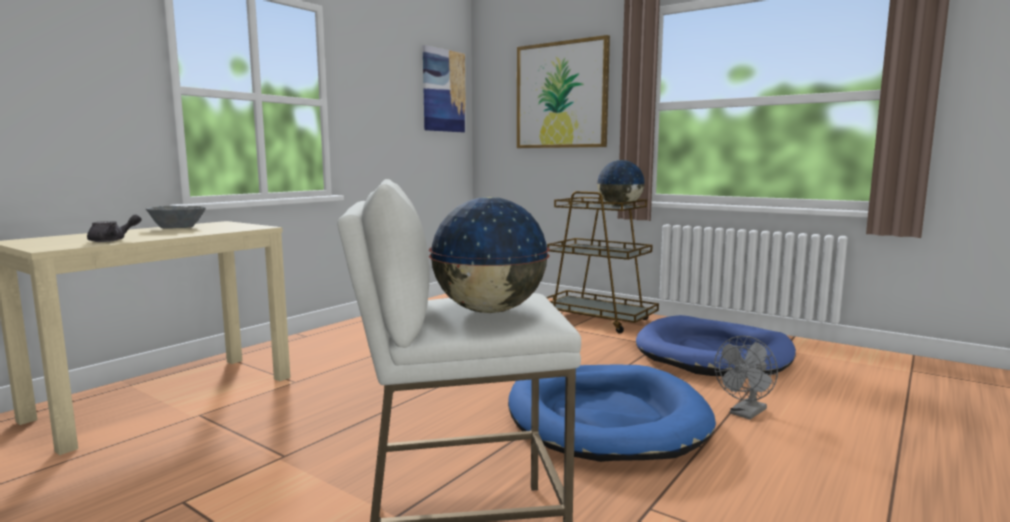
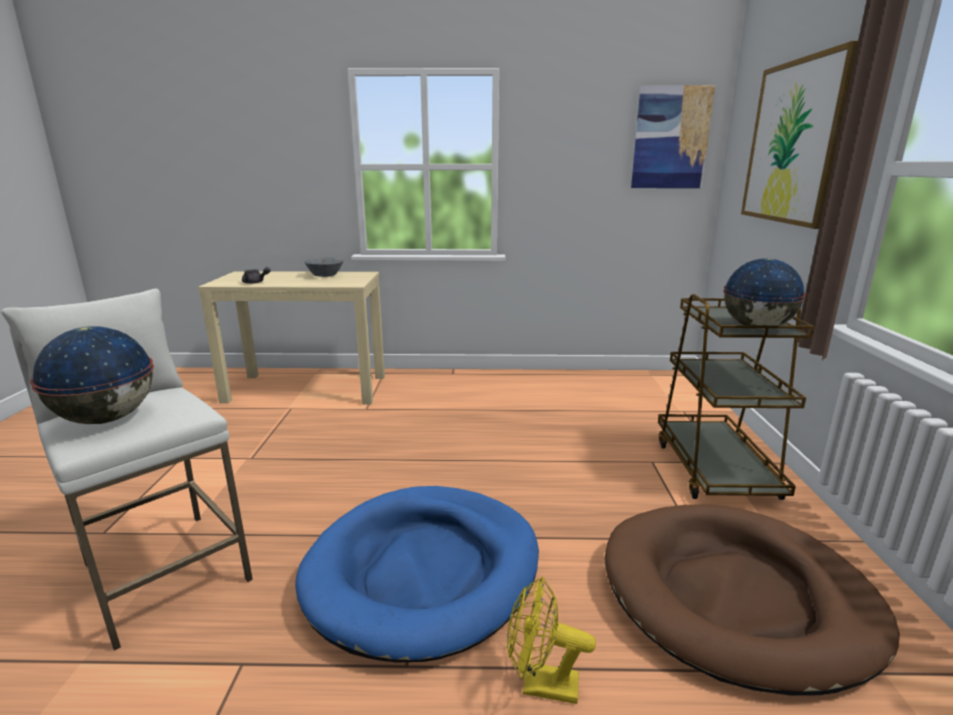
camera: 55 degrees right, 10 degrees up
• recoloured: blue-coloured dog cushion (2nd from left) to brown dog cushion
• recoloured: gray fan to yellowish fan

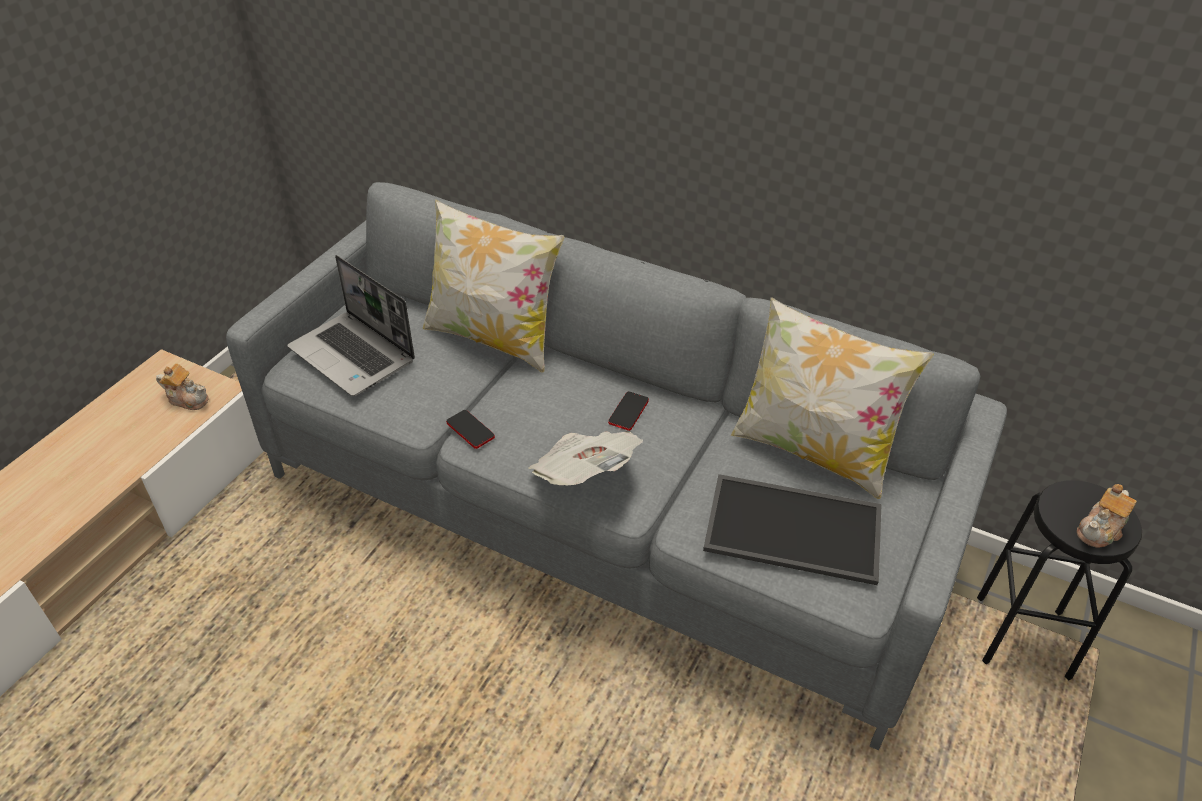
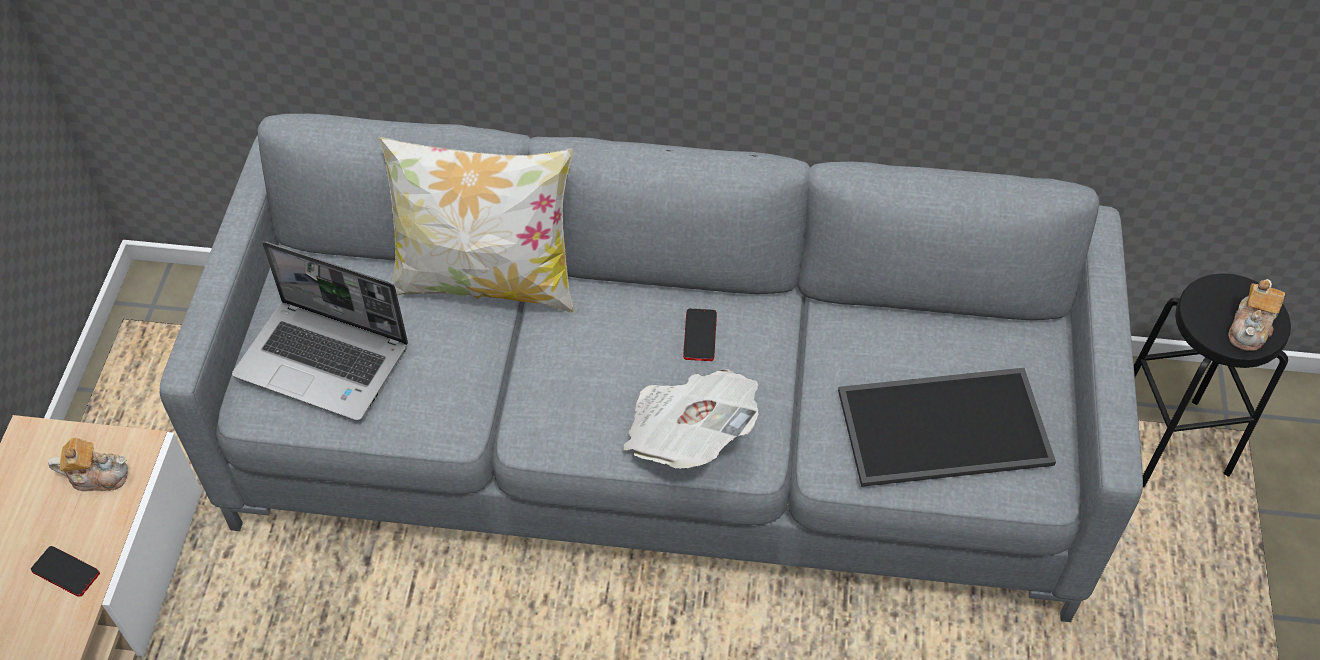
camera: 20 degrees left, 10 degrees up
• removed: cushion (2nd from left)
• moved: phone (1st from left)

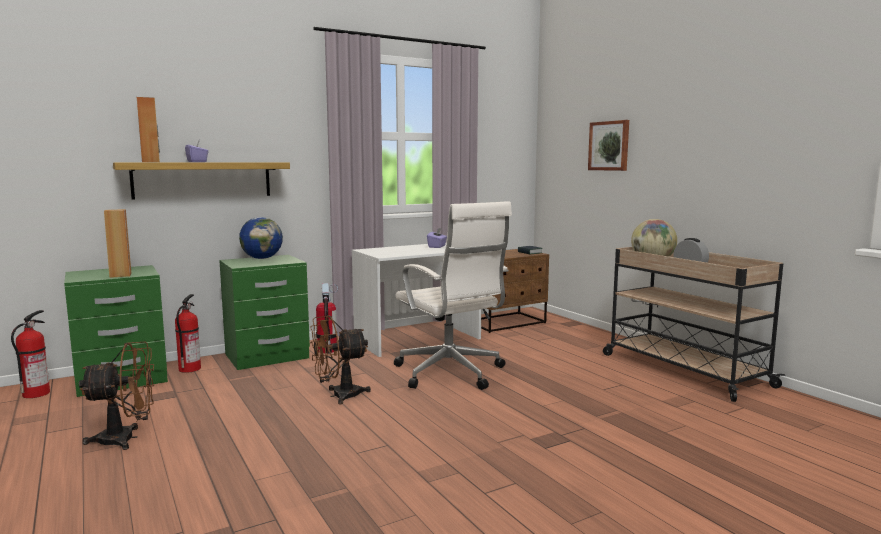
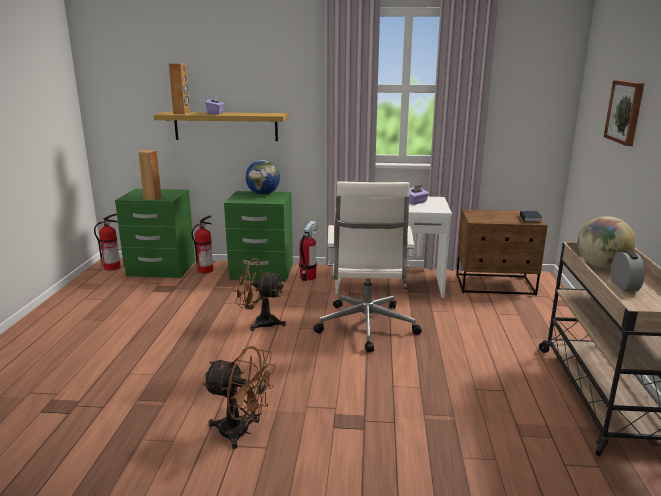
camera: 35 degrees right, 10 degrees up
• moved: brown fan (1st from left)

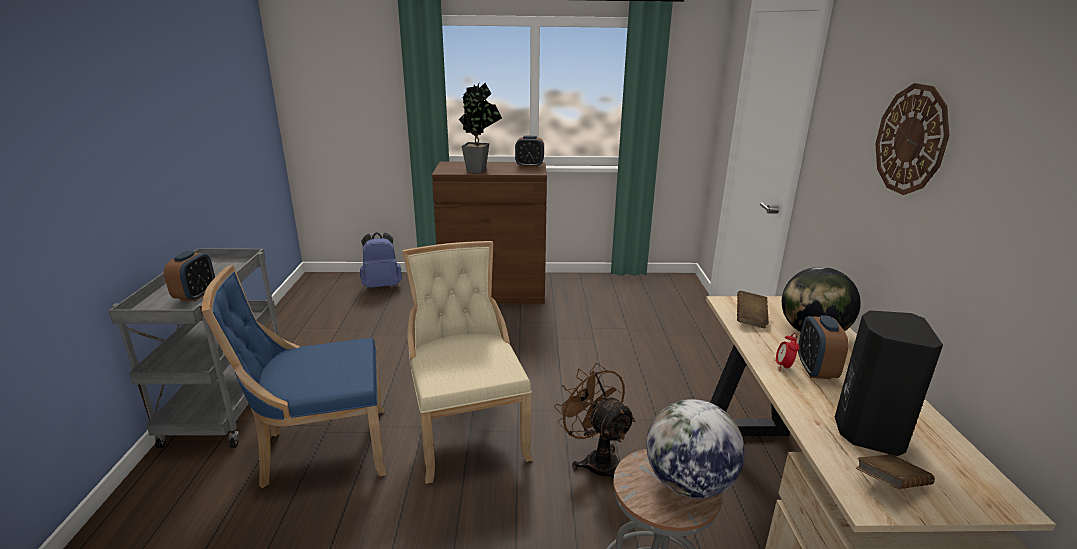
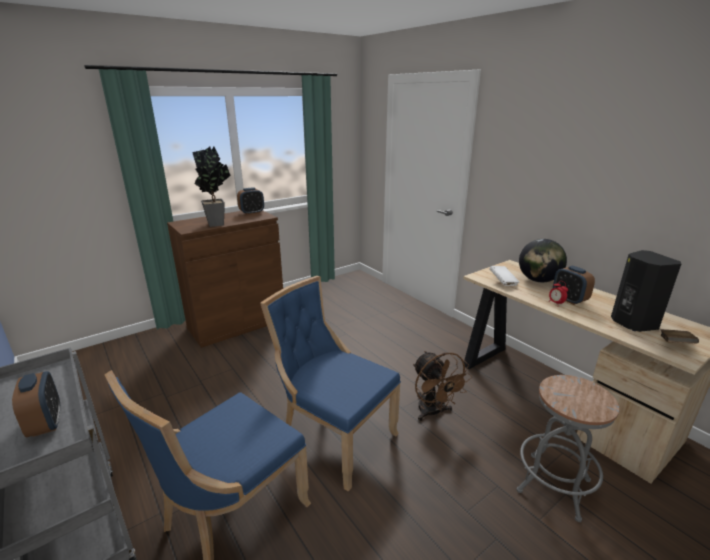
camera: 35 degrees left, 0 degrees up
• removed: blue-coloured backpack
• removed: world globe (1st from left)
• removed: wall clock
• recoloured: sand-coloured chair to blue-coloured chair (2nd from left)
• recoloured: brown book (1st from left) to white book
• turned: brown fan 135 degrees counterclockwise

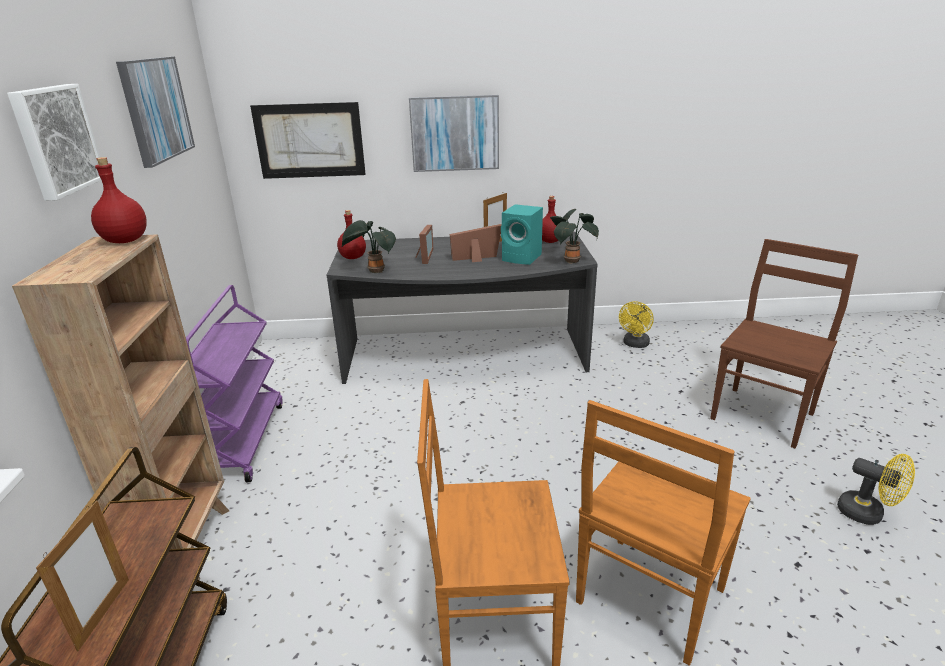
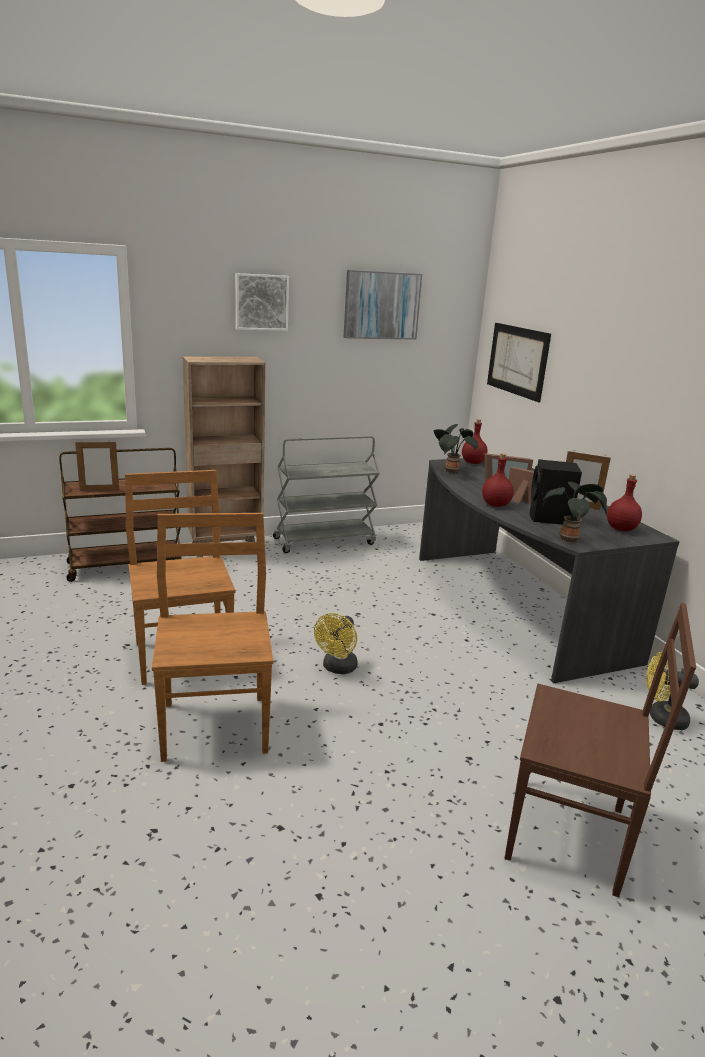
camera: 70 degrees right, 5 degrees down
• removed: wall picture (4th from left)
• moved: reddish beverage bottle (1st from left in the first image) to reddish beverage bottle (2nd from left)
• moved: yellowish fan (2nd from left in the first image) to yellowish fan (1st from left)
• recoloured: purple trolley to gray trolley
• recoloured: turquoise speaker to blackish speaker
• turned: brown chair (2nd from left) 60 degrees clockwise

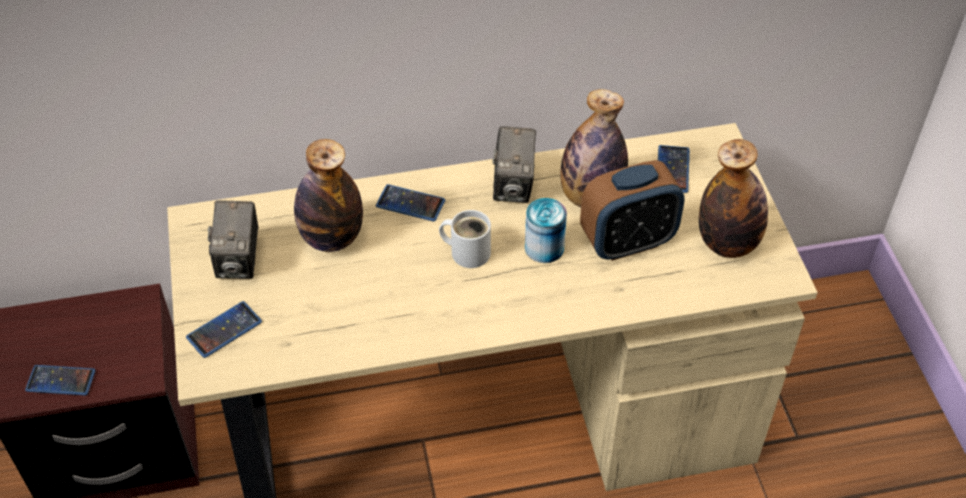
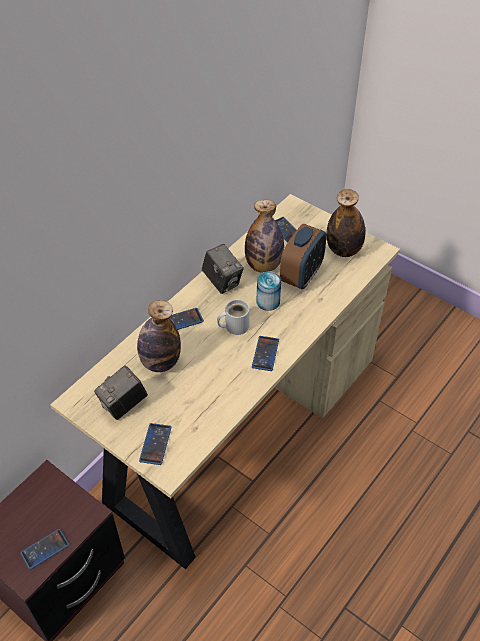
camera: 40 degrees left, 0 degrees up
• added: phone (4th from left)
• turned: still camera (1st from left) 90 degrees clockwise

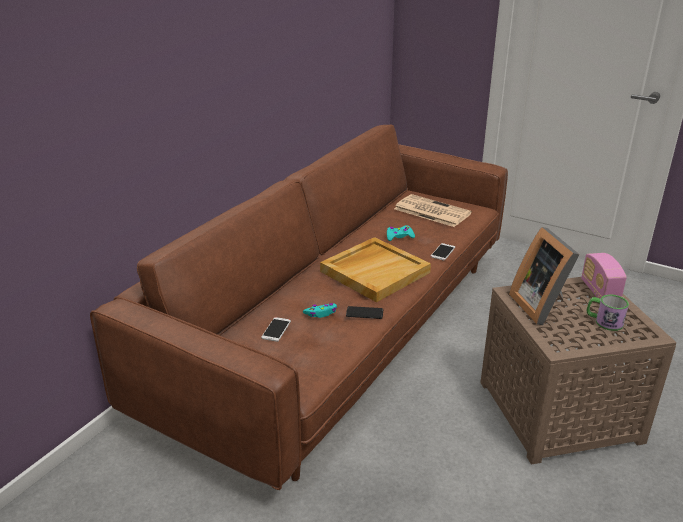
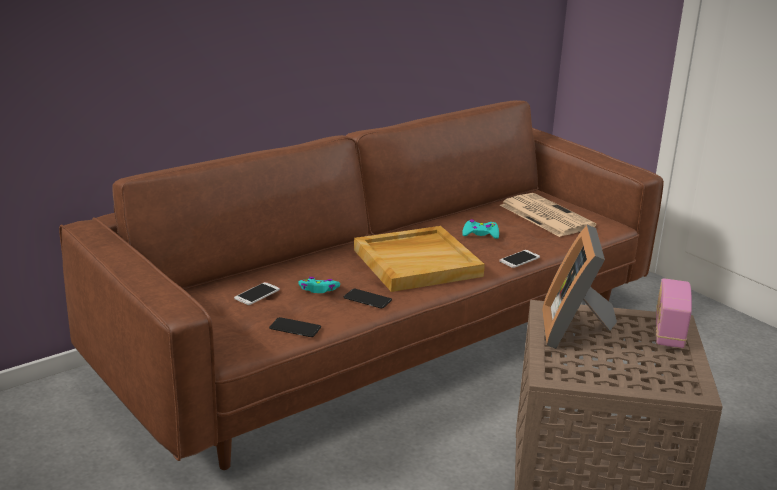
camera: 20 degrees right, 5 degrees down
• removed: tea mug
• added: phone (2nd from left)

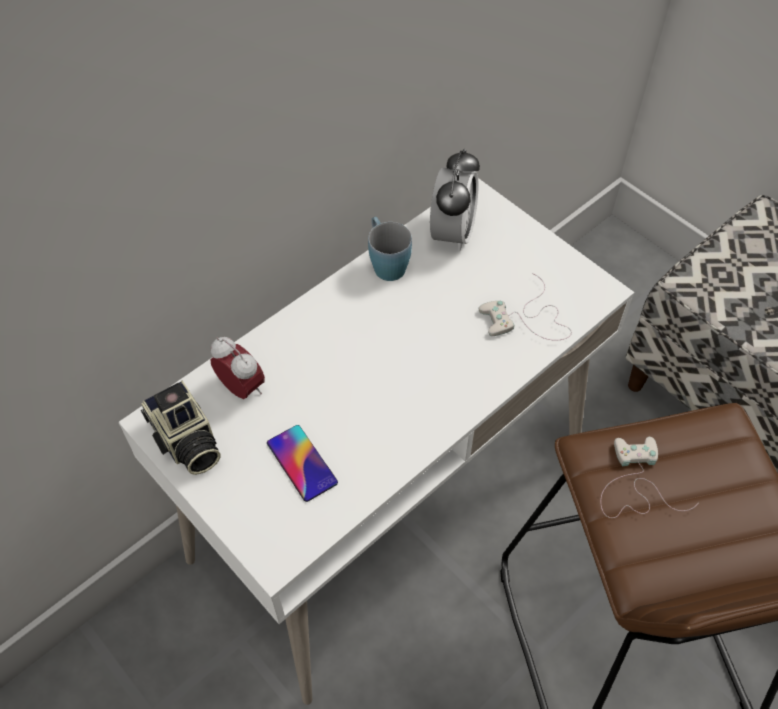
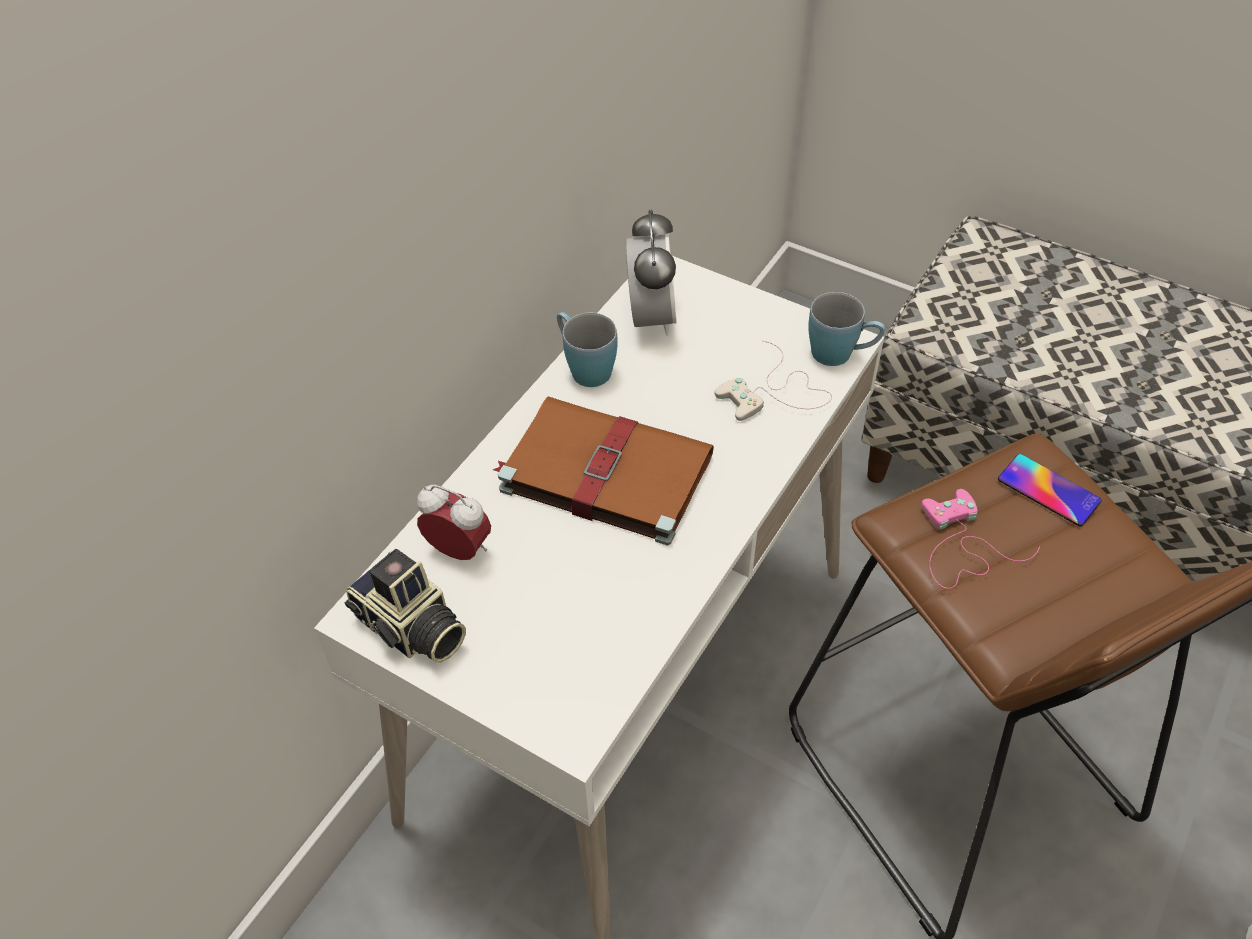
camera: 15 degrees left, 5 degrees down
• added: brown book
• added: blue-coloured tea mug (2nd from left)
• moved: phone
• recoloured: white gamepad (2nd from left) to pinkish gamepad

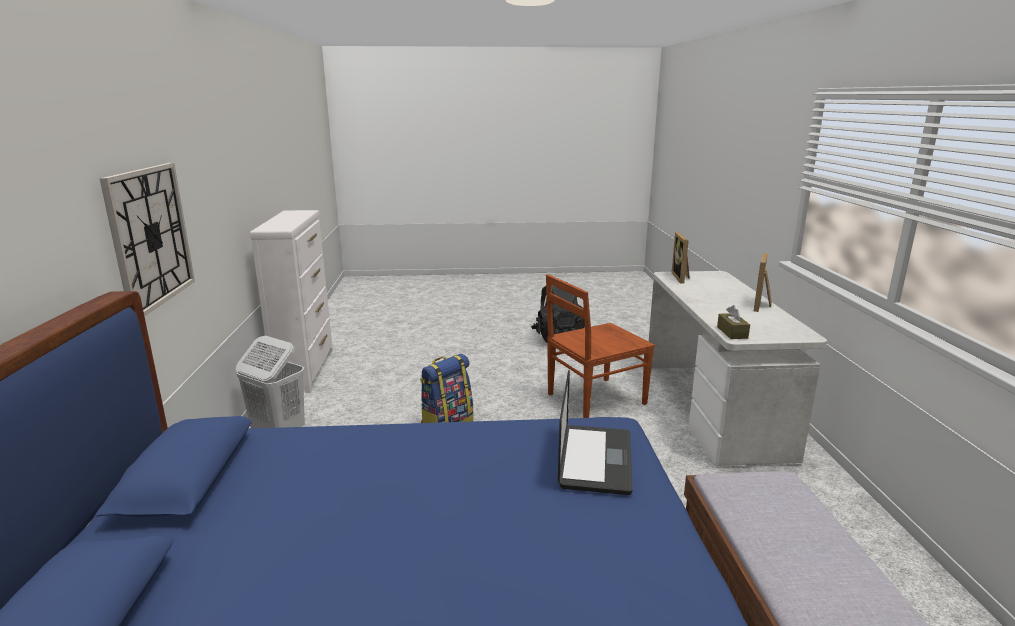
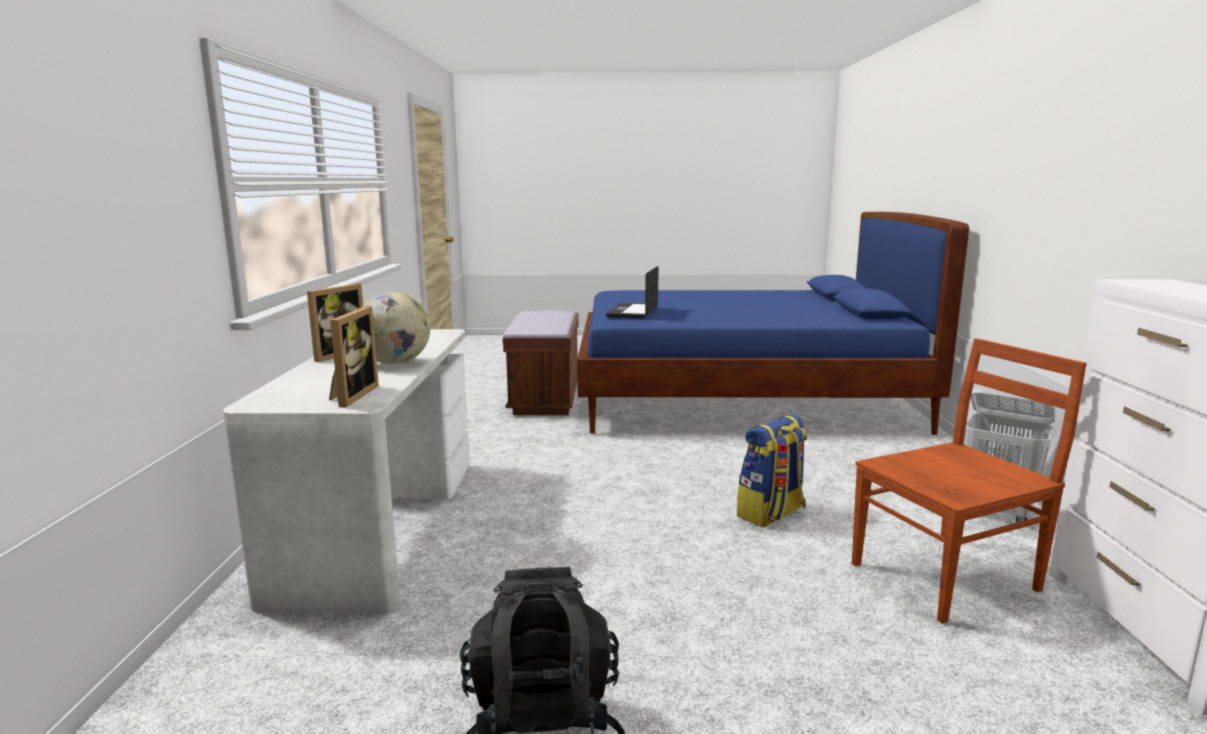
camera: 175 degrees left, 5 degrees down
• removed: wall clock
• removed: brown box of tissues
• added: world globe
• moved: brown chair

